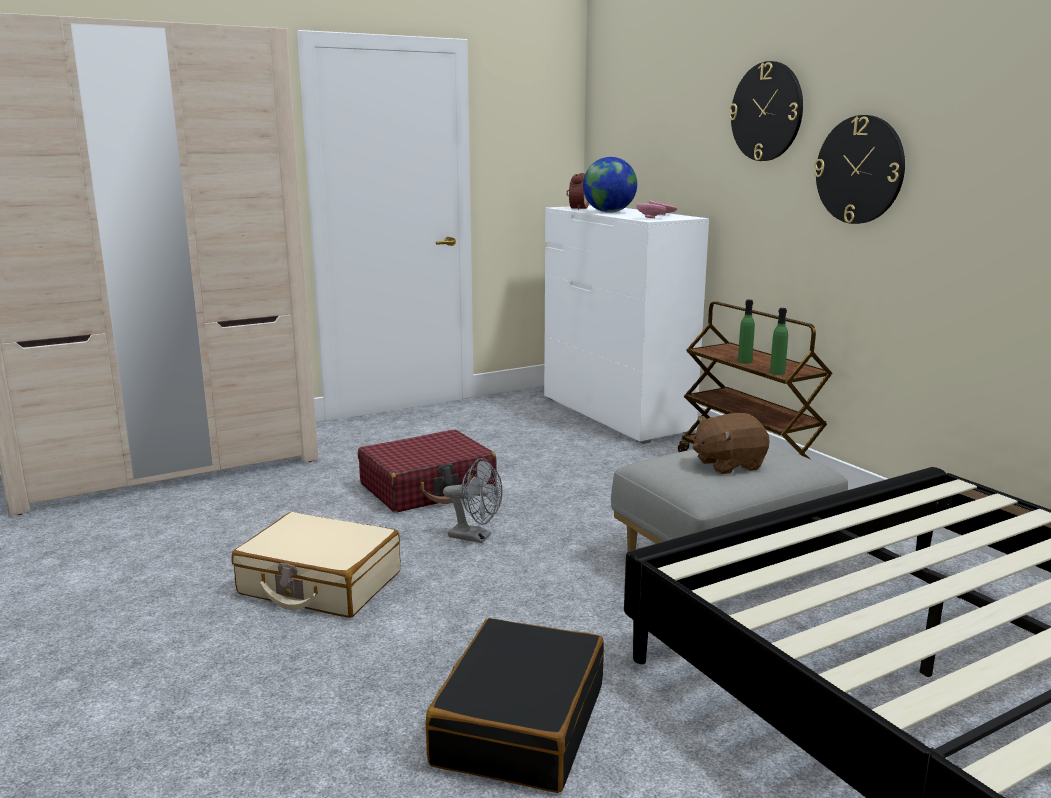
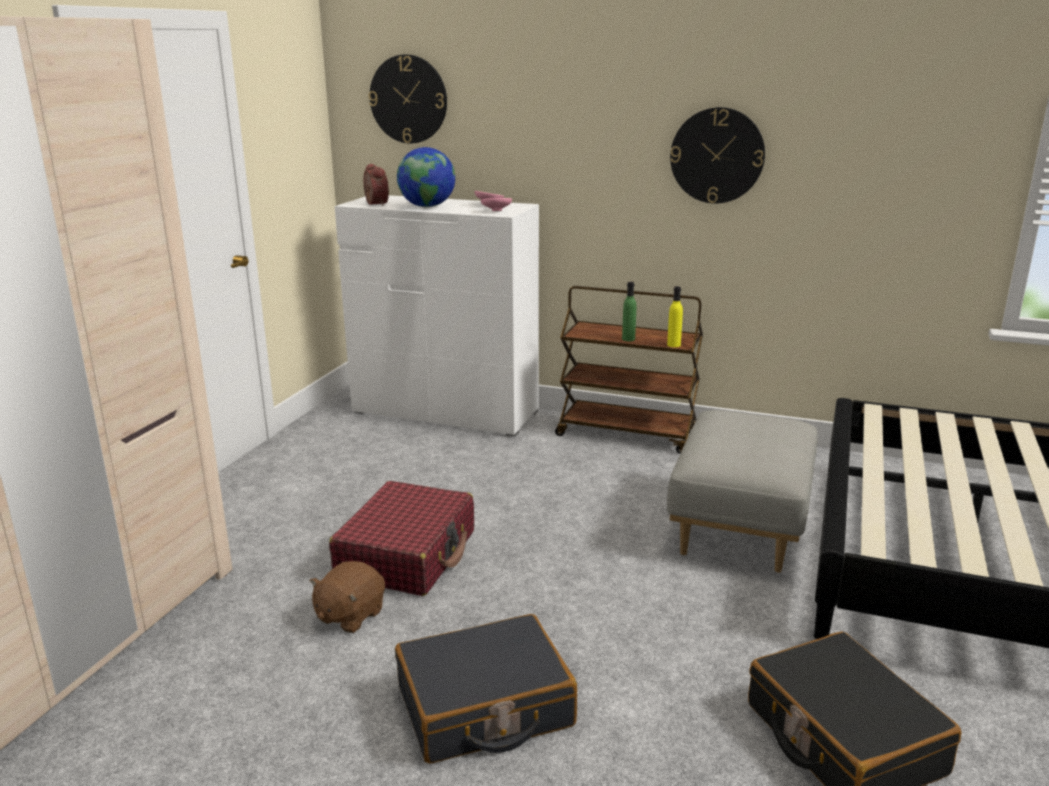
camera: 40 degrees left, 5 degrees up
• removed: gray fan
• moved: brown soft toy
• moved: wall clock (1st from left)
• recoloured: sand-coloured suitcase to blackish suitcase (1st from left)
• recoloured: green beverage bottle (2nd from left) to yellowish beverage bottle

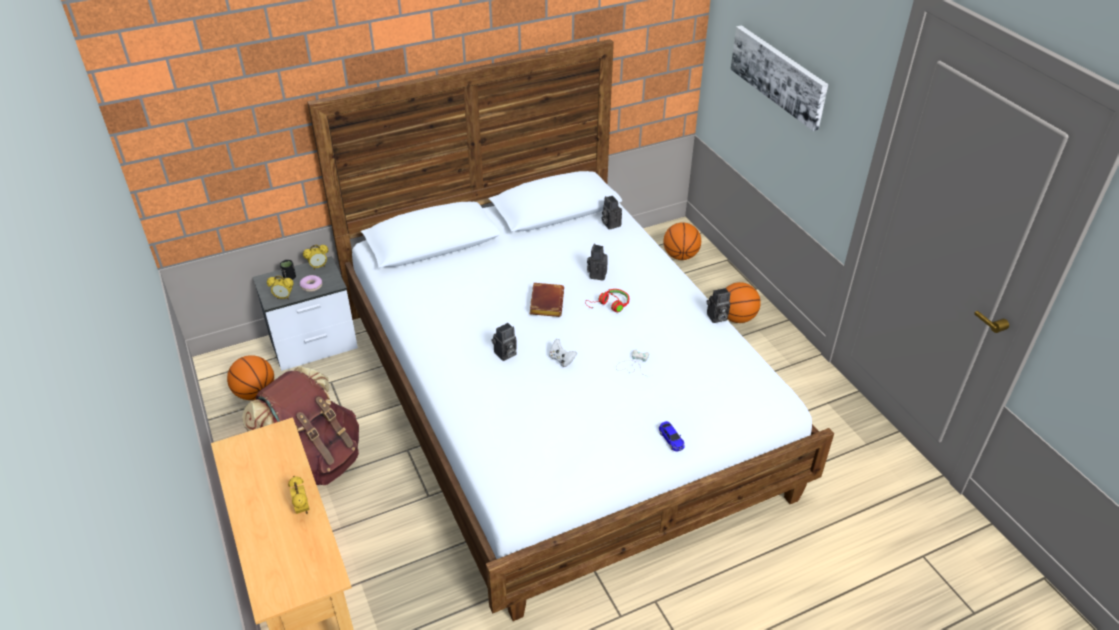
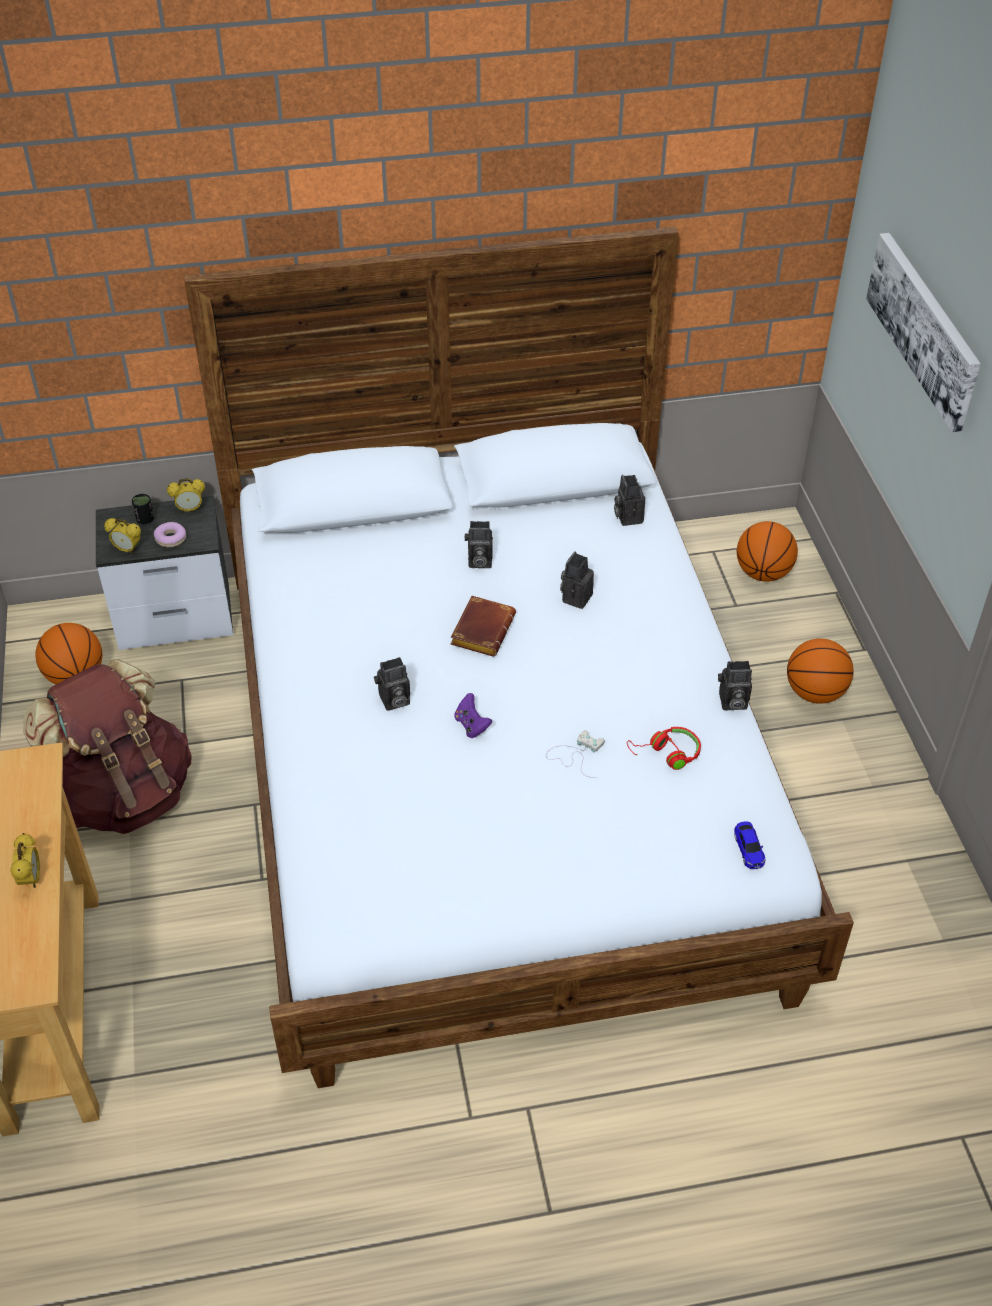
camera: 15 degrees right, 5 degrees up
• added: still camera (2nd from left)
• moved: reddish headphones
• moved: miniature car
• recoloured: white gamepad (1st from left) to purple gamepad

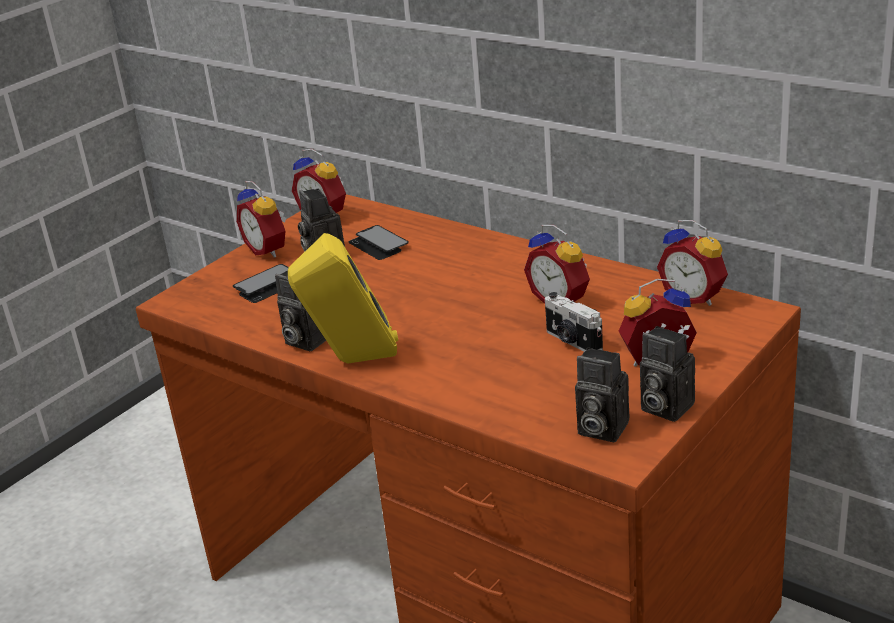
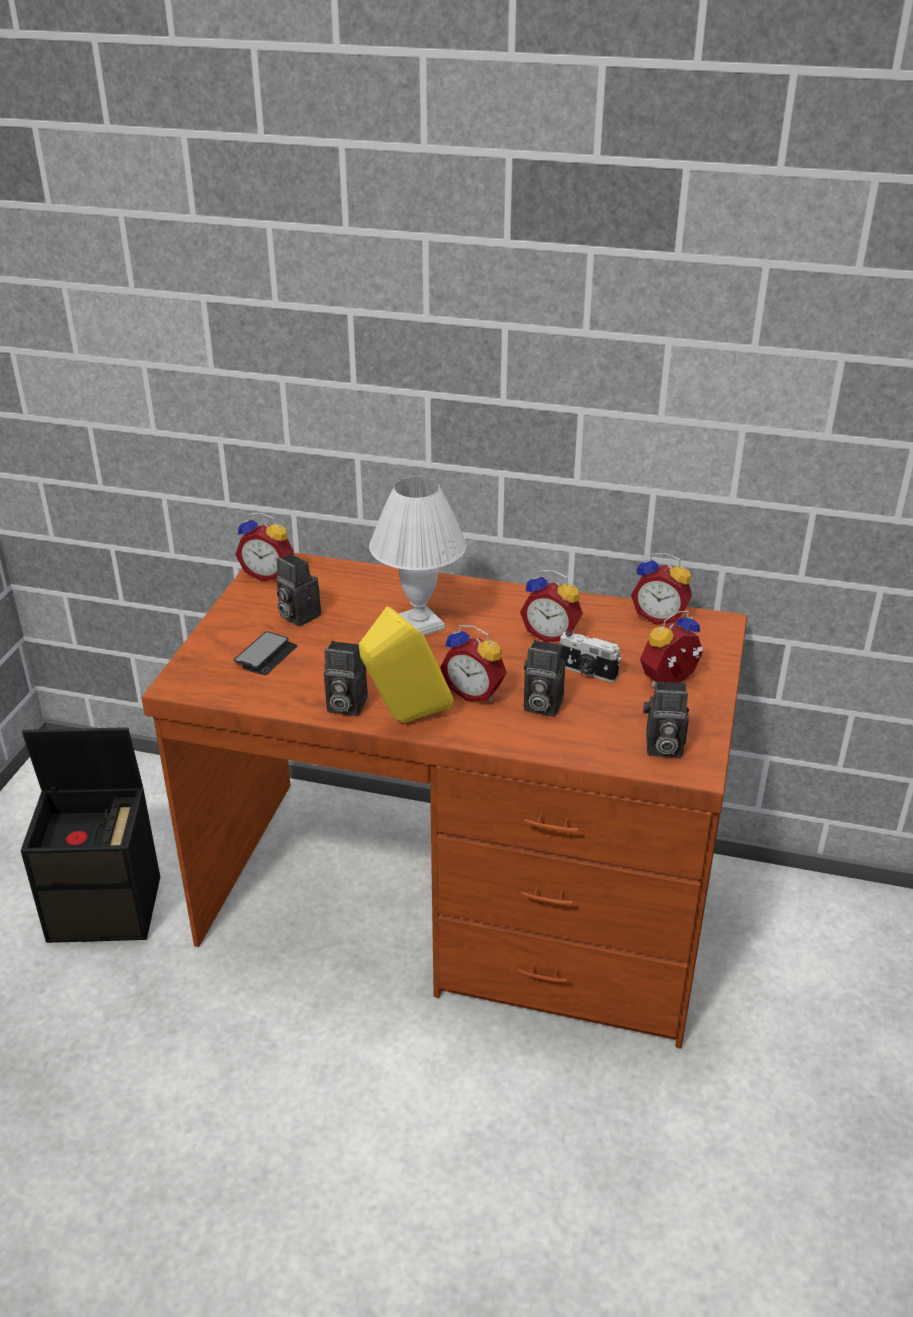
camera: 25 degrees left, 5 degrees up
• removed: phone (2nd from left)
• added: blackish storage container
• added: white table lamp
• moved: bedside clock (1st from left in the first image) to bedside clock (2nd from left)
• moved: still camera (5th from left in the first image) to still camera (3rd from left)

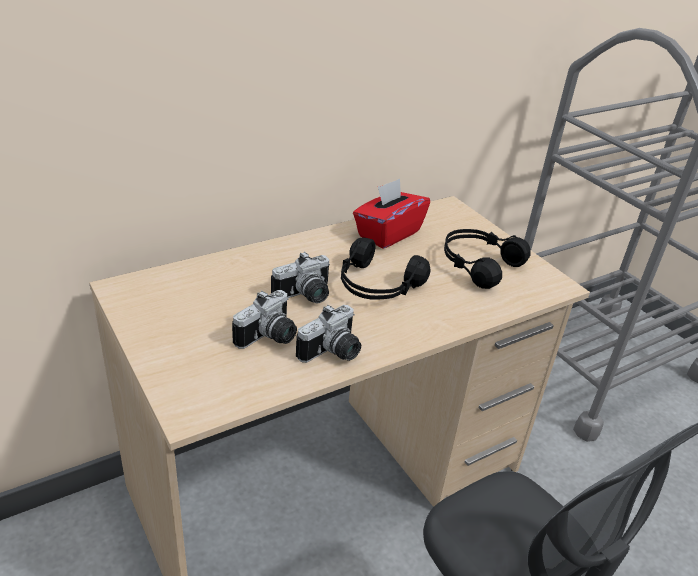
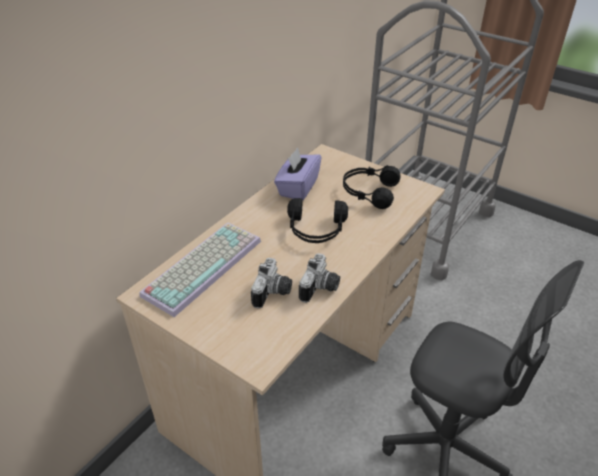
camera: 20 degrees left, 5 degrees up
• removed: still camera (2nd from left)
• added: PC keyboard
• recoloured: reddish box of tissues to purple box of tissues

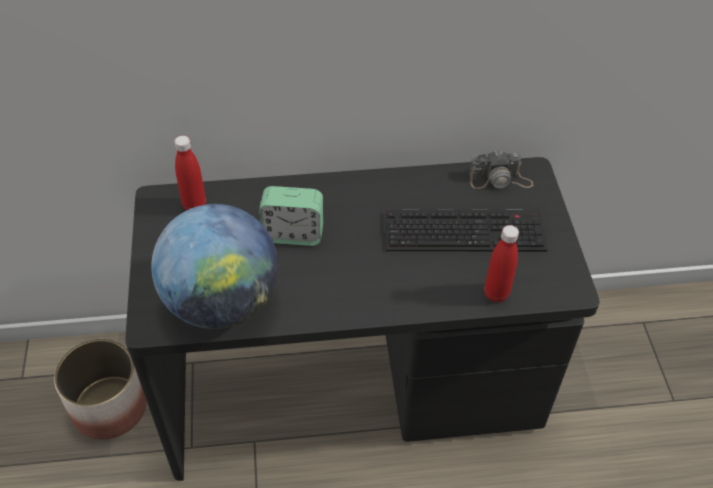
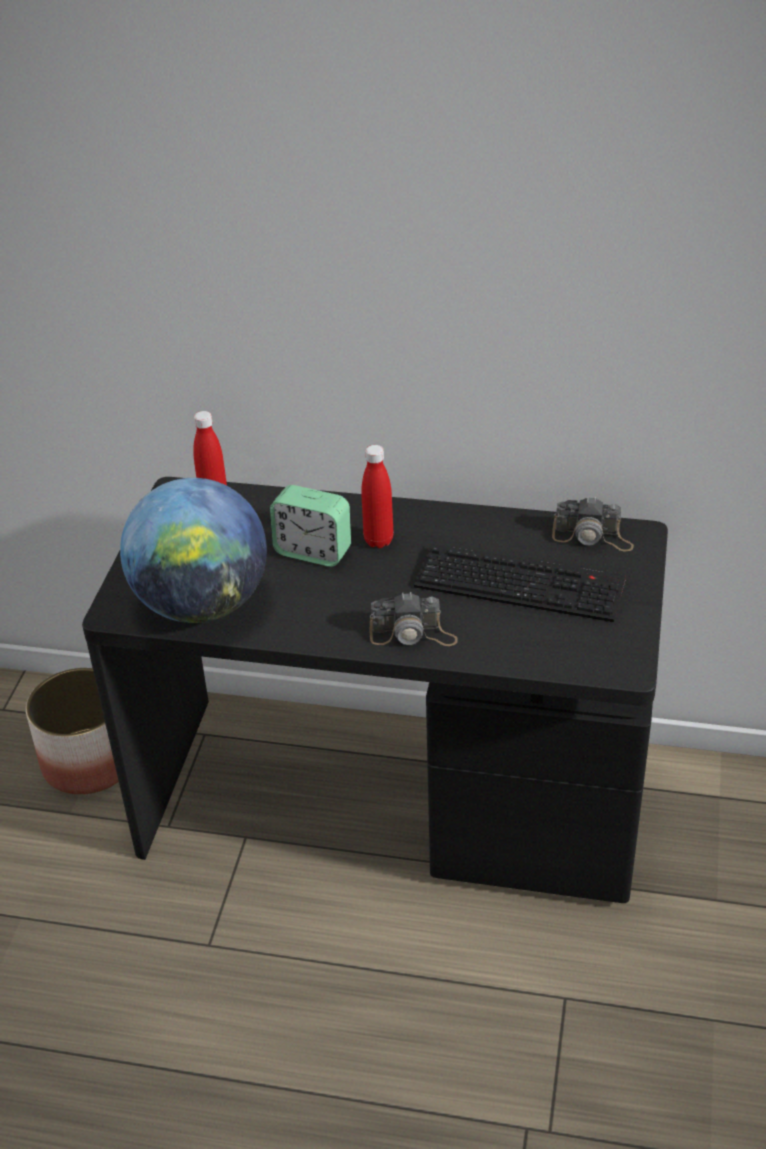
camera: 20 degrees right, 10 degrees down
• added: still camera (1st from left)
• moved: reddish beverage bottle (2nd from left)

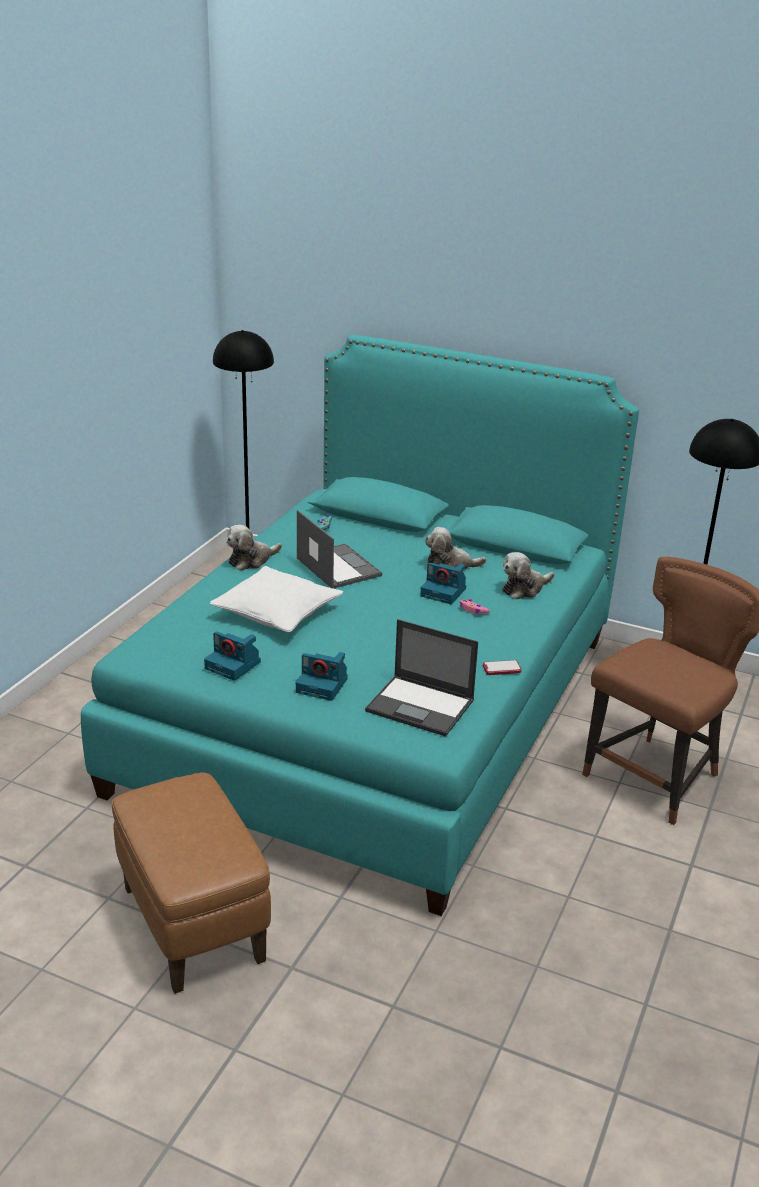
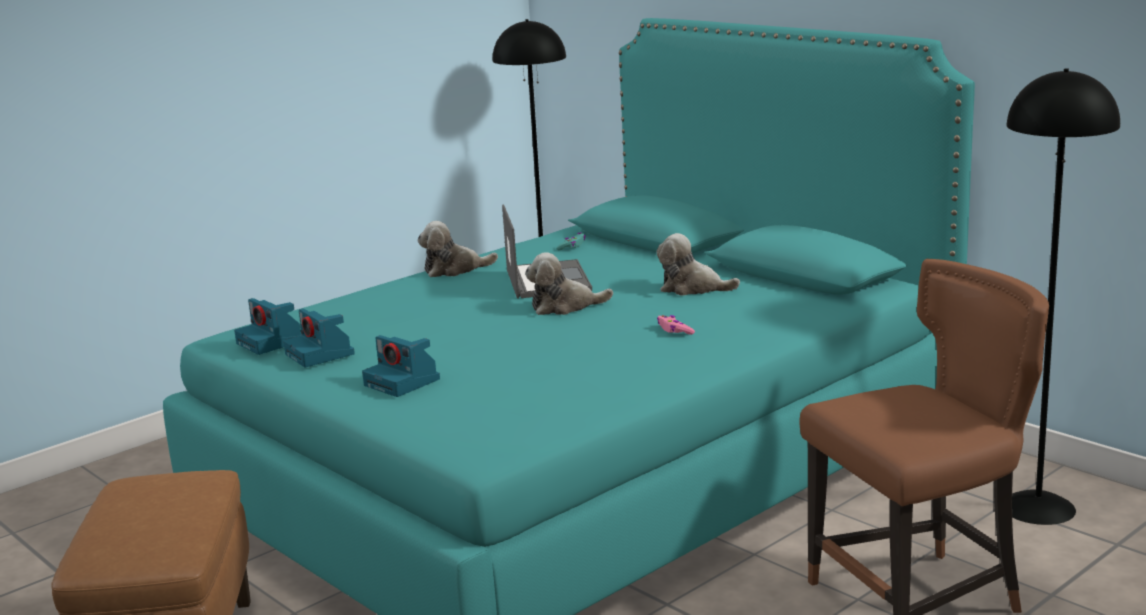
camera: 25 degrees right, 10 degrees down
• removed: white cushion
• removed: portable computer (2nd from left)
• removed: phone
• moved: still camera (3rd from left in the first image) to still camera (1st from left)
• moved: soft toy (3rd from left in the first image) to soft toy (2nd from left)

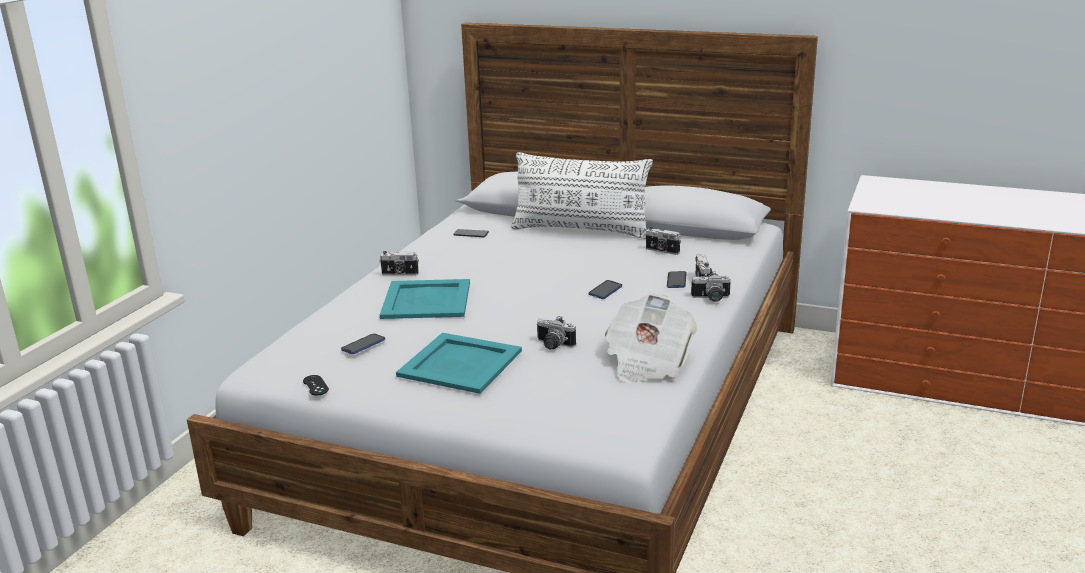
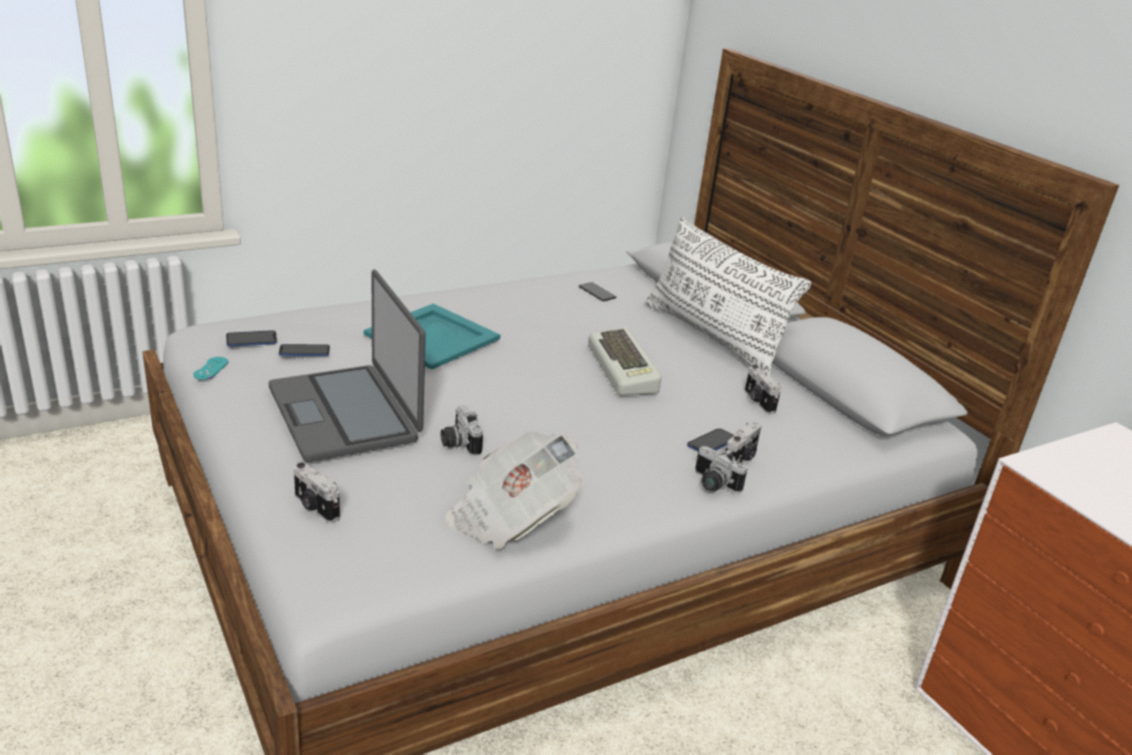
camera: 35 degrees right, 5 degrees up
• added: PC keyboard
• moved: still camera (1st from left)
• moved: phone (3rd from left in the first image) to phone (1st from left)
• replaced: turquoise serving tray (2nd from left) to portable computer
• recoloured: blackish gamepad to turquoise gamepad

